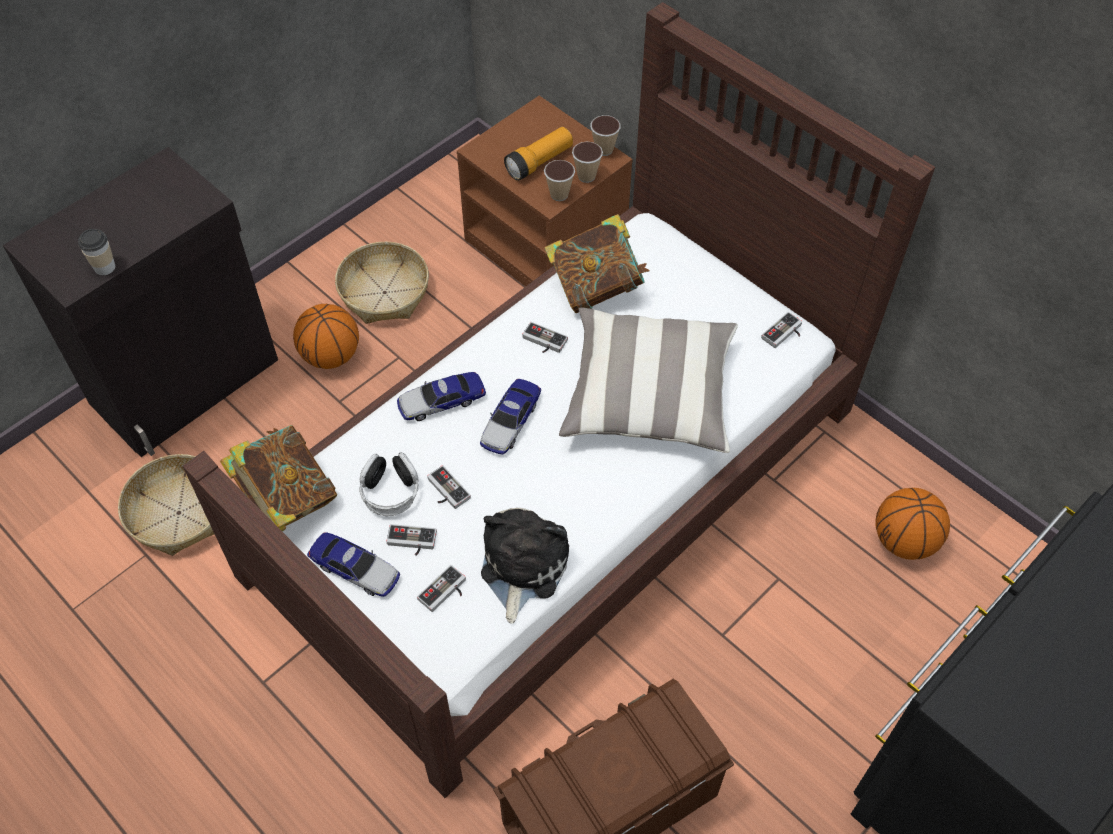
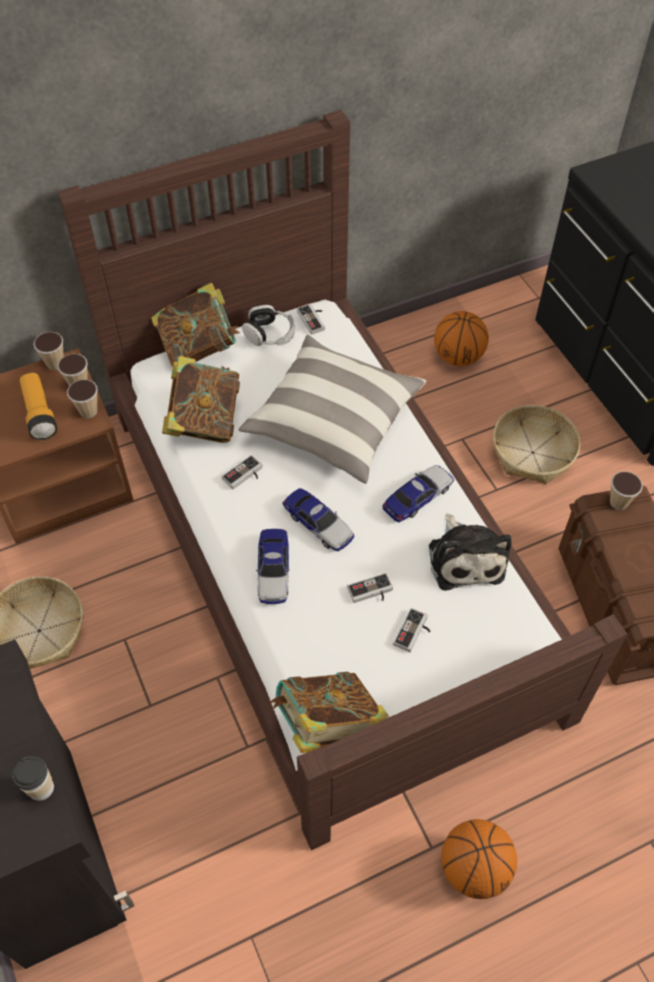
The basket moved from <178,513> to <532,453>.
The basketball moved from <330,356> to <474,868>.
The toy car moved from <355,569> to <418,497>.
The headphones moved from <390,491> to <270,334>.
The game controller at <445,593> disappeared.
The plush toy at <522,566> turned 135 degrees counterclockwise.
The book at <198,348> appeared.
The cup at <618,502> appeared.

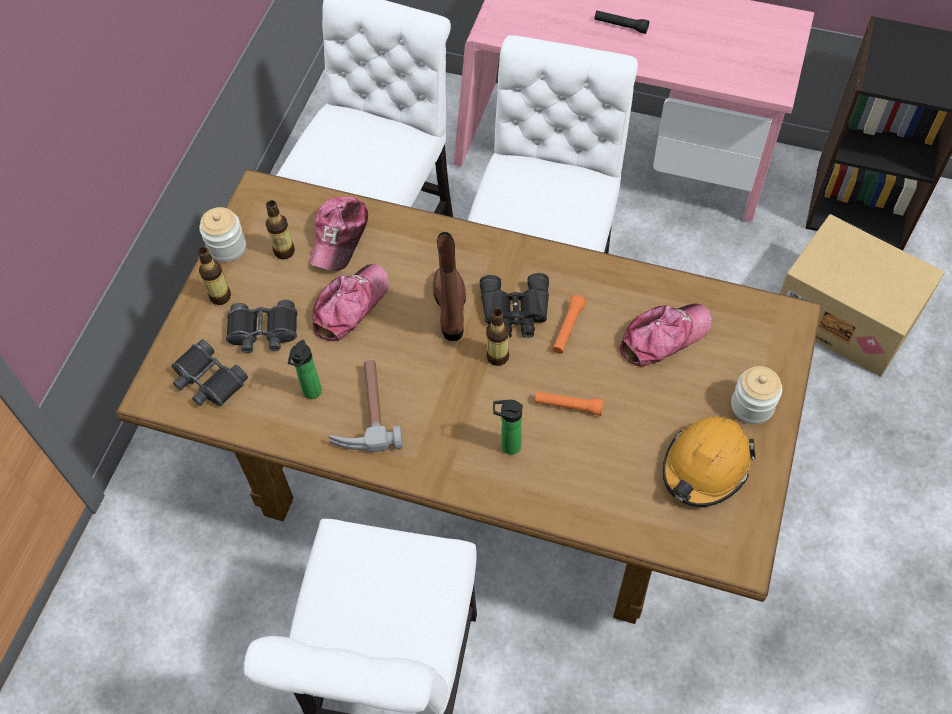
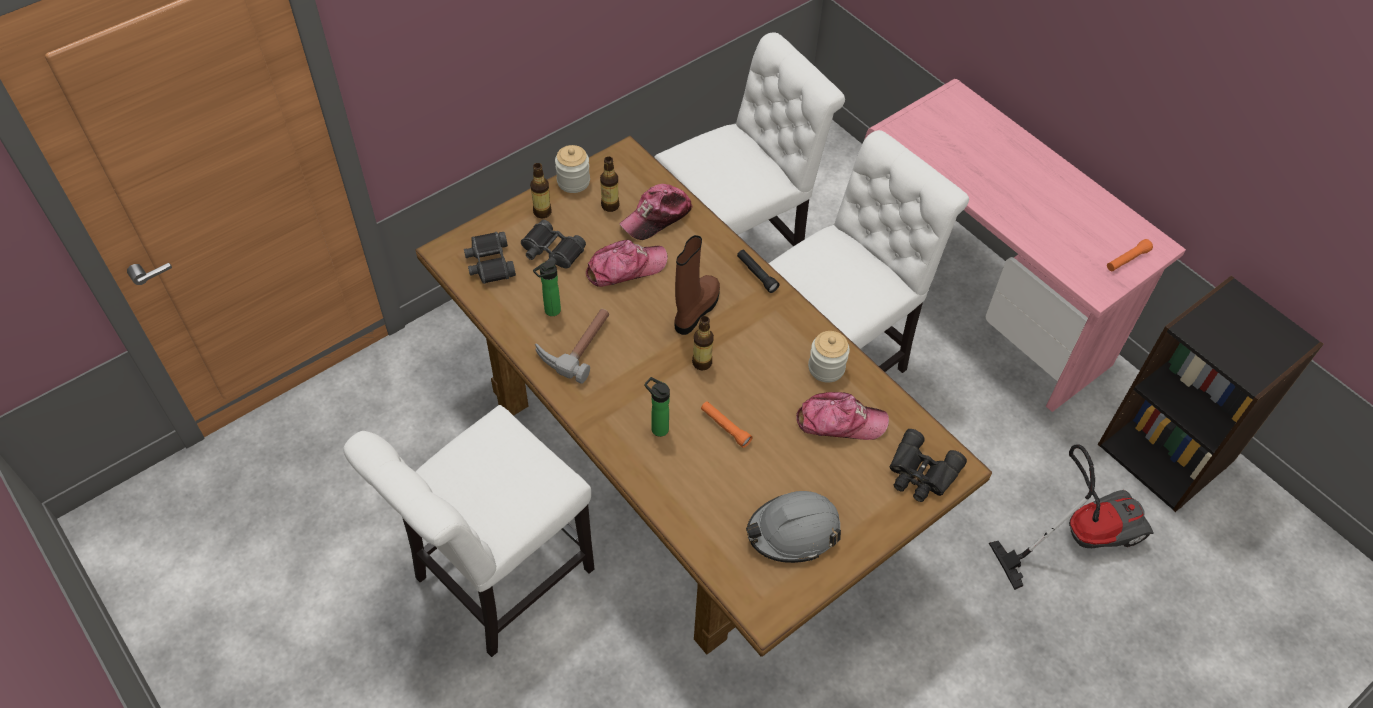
The black binoculars moved from <515,312> to <921,474>.
The orange flashlight moved from <567,328> to <1127,260>.
The black flashlight moved from <620,26> to <756,274>.
The orange hard hat at <705,466> became the grey hard hat at <793,531>.
The jar moved from <752,406> to <826,368>.
The cardboard box at <847,315> was replaced by the vacuum cleaner at <1078,534>.

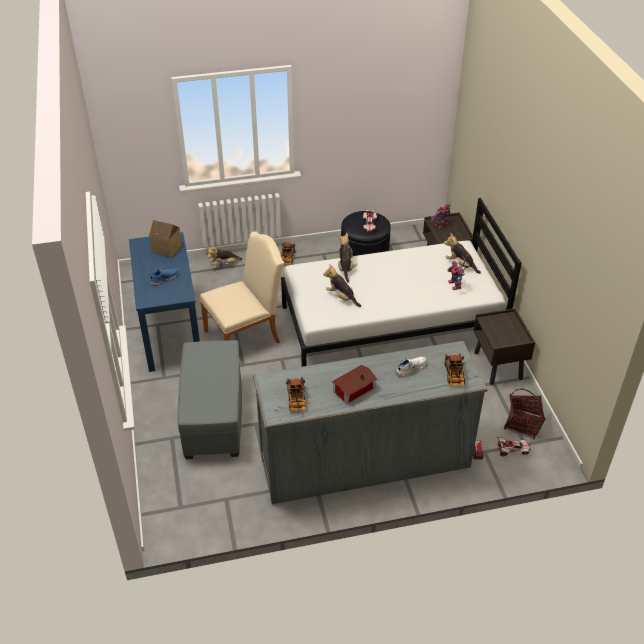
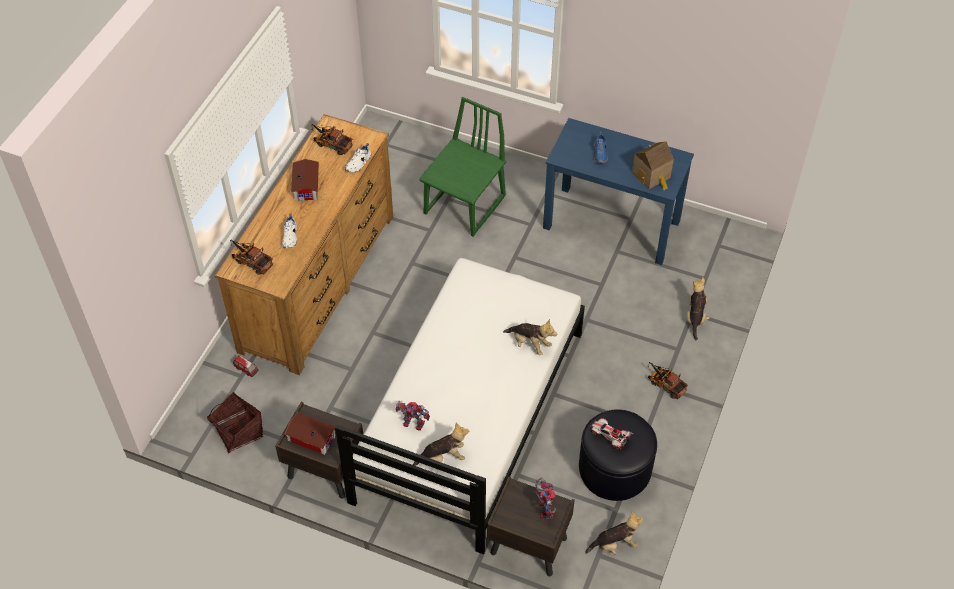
The grey ottoman at <213,416> was replaced by the green chair at <465,206>.
The beige chair at <246,334> disappeared.
The grey dresser at <364,460> became the brown dresser at <318,282>.
The plush toy moved from <341,297> to <615,544>.
The toy car at <512,450> disappeared.
The toy house at <311,436> appeared.
The white shoe at <359,164> appeared.

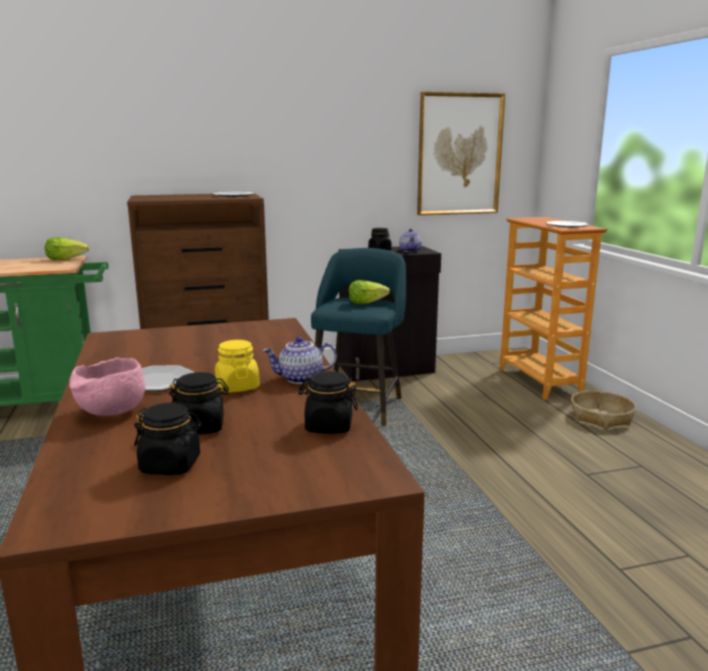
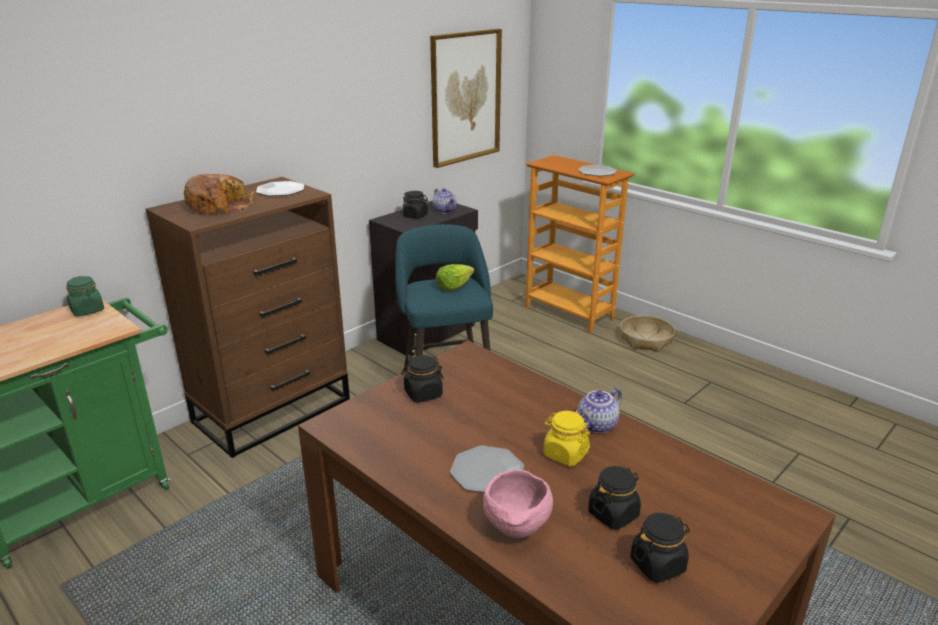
The lettuce at <66,259> was replaced by the green jar at <87,310>.
The black jar moved from <328,426> to <423,394>.
The bread at <219,206> appeared.

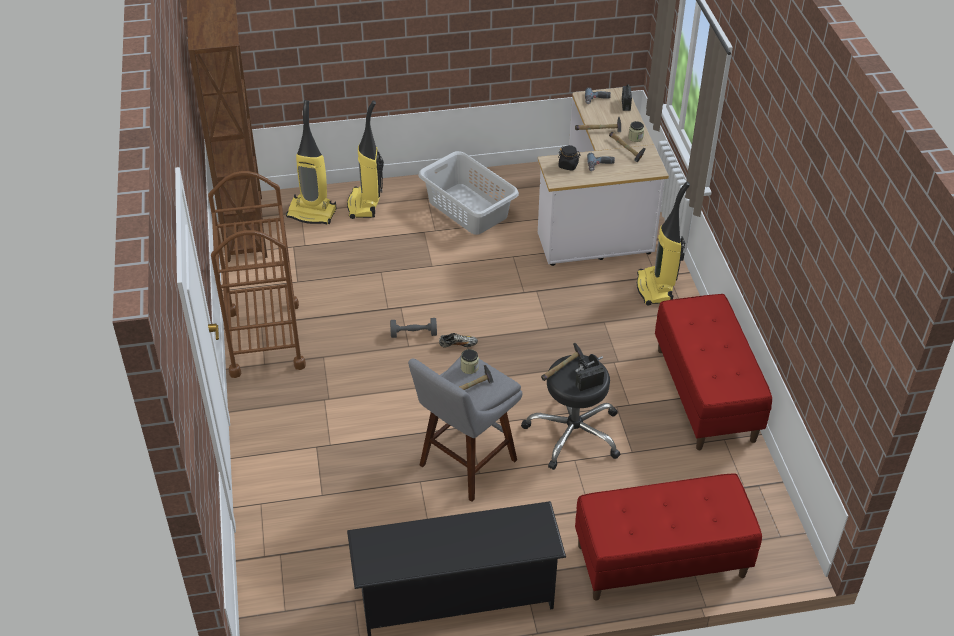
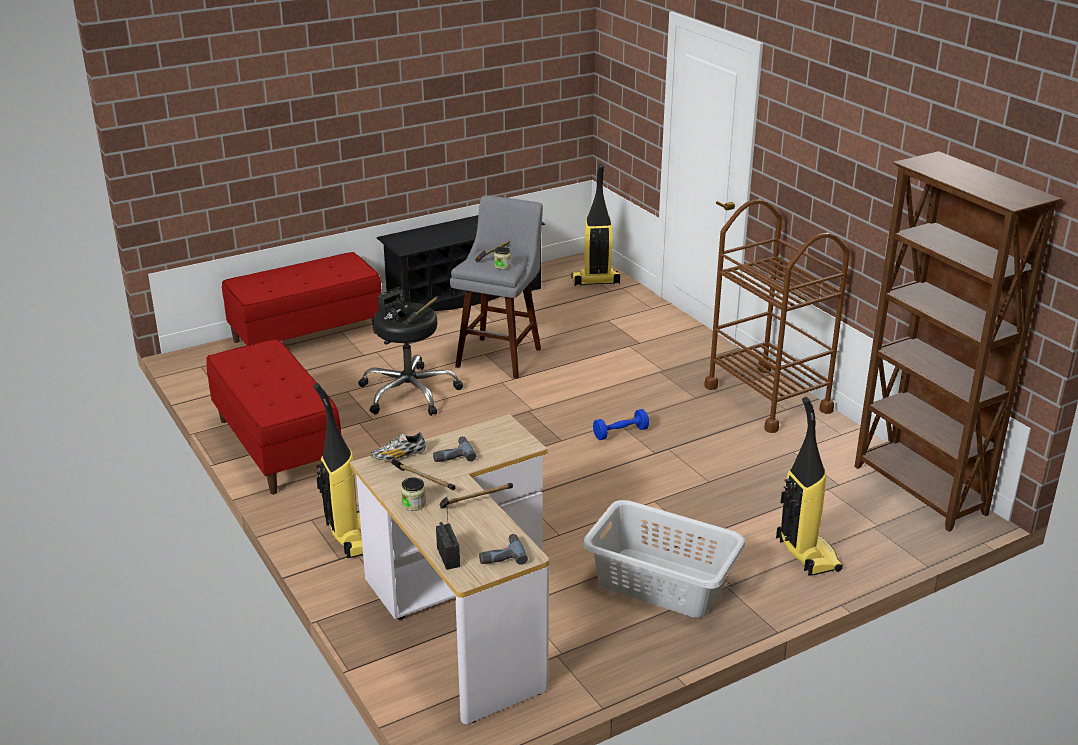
The vacuum cleaner moved from <312,213> to <595,281>.
The grey dumbbell at <413,334> became the blue dumbbell at <620,433>.
The shoe moved from <458,345> to <398,456>.
The black jar at <568,165> disappeared.

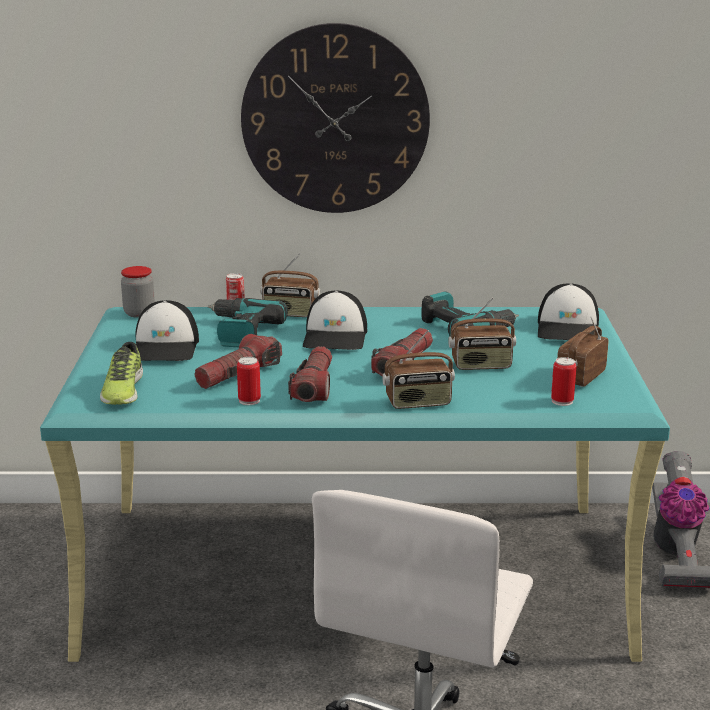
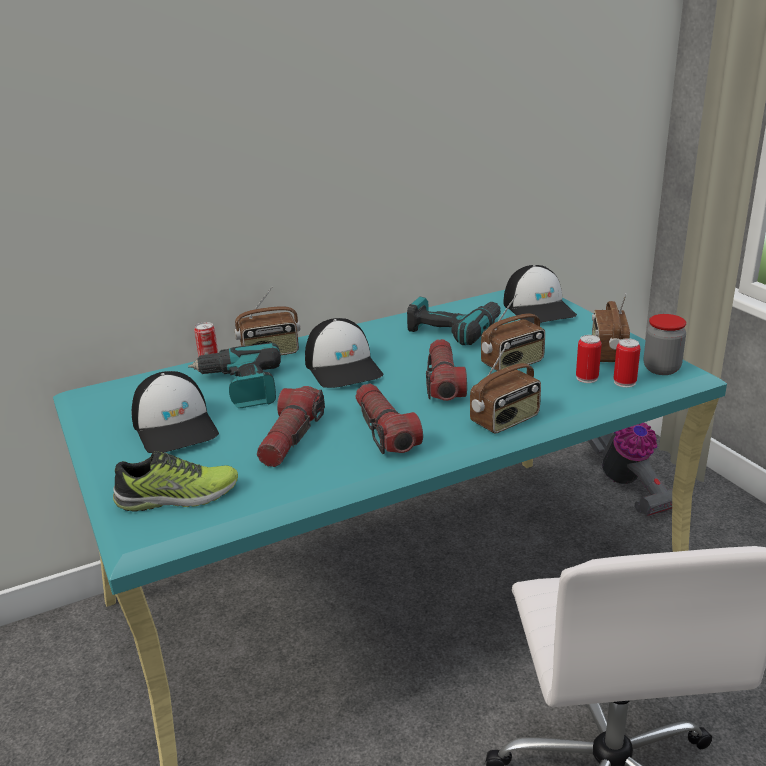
The shoe at <122,390> turned 75 degrees counterclockwise.
The jar moved from <139,313> to <661,369>.
The can moved from <249,400> to <587,378>.
The wall clock at <335,120> disappeared.

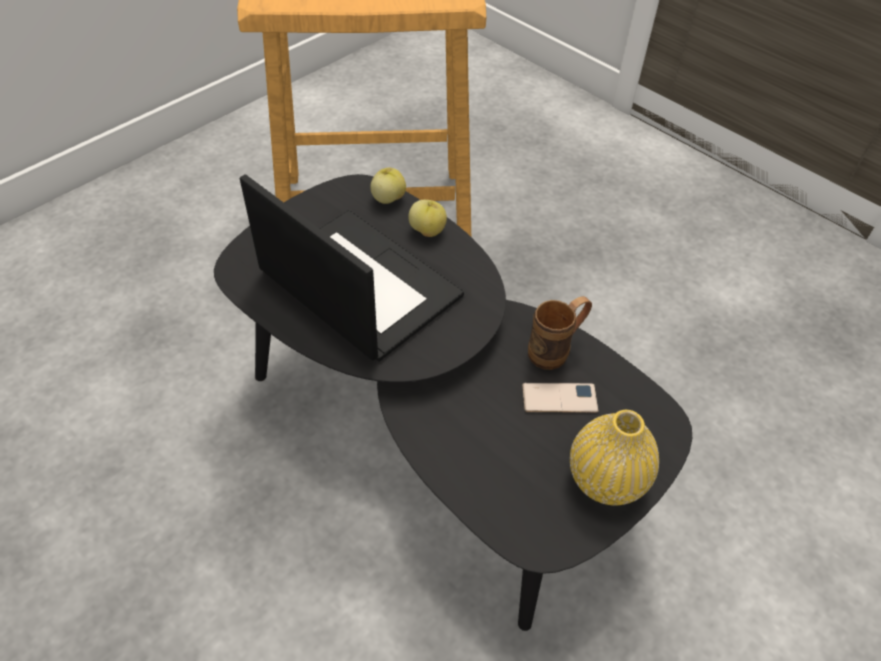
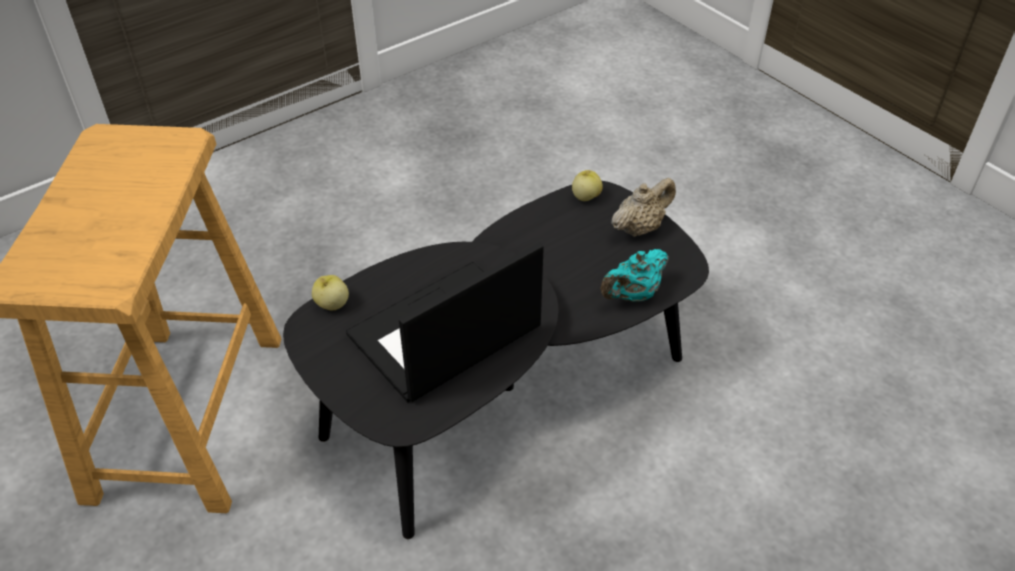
The apple moved from <427,230> to <585,197>.
The phone at <559,398> disappeared.
The brown mug at <556,350> disappeared.
The yellow vase at <606,479> was replaced by the beige teapot at <640,227>.
The turquoise teapot at <633,295> appeared.

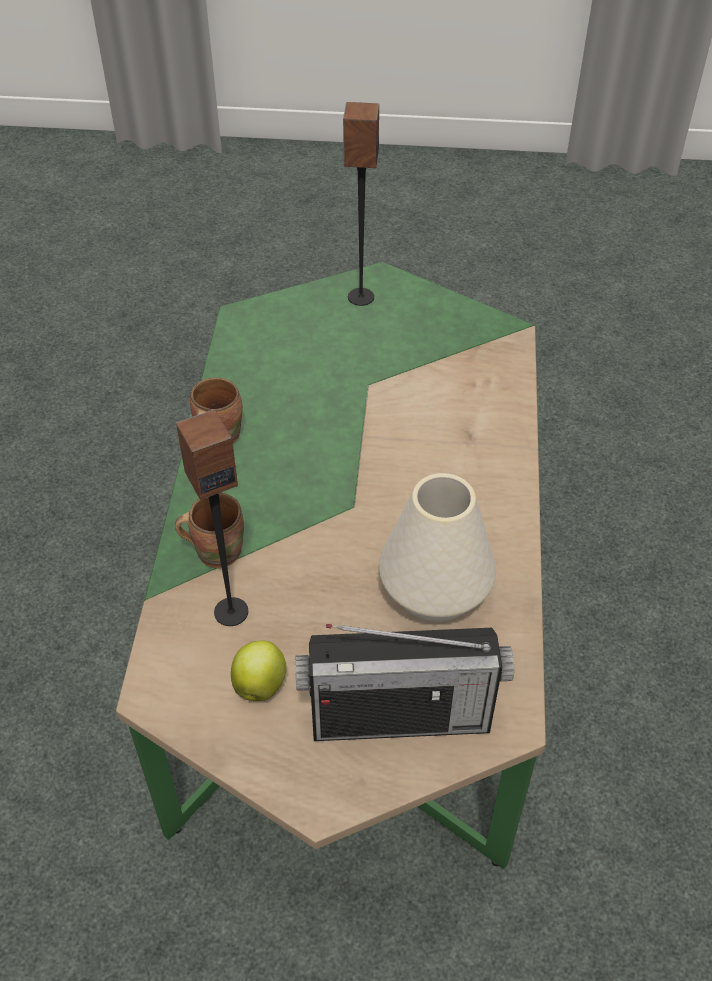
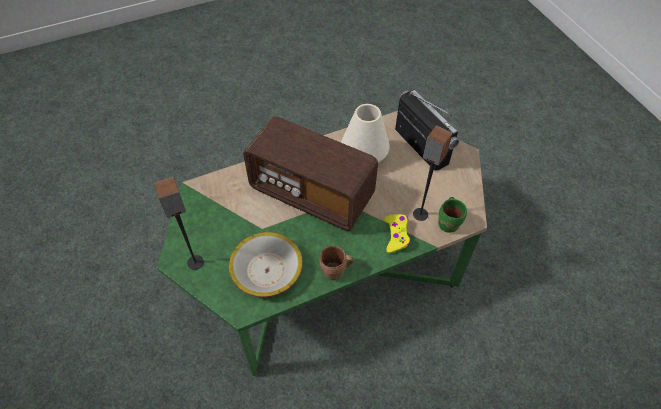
The brown mug at <217,550> was replaced by the yellow game controller at <396,235>.
The apple at <260,684> disappeared.
The bowl at <267,271> appeared.
The radio at <311,193> appeared.
The green mug at <449,223> appeared.

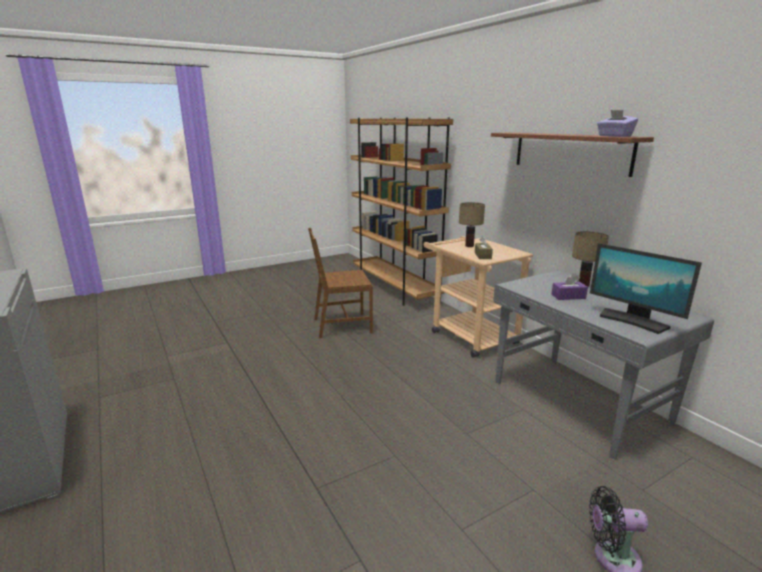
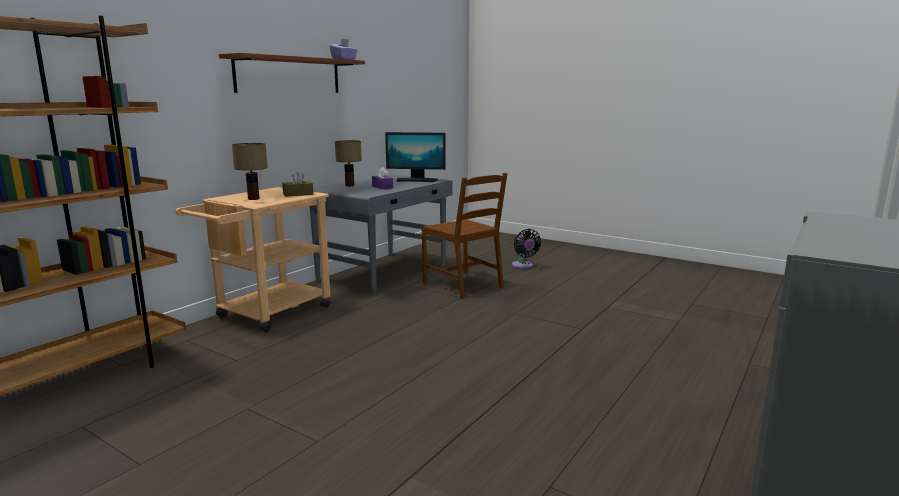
The brown chair moved from <341,325> to <464,285>.
The monitor at <633,321> turned 75 degrees clockwise.

